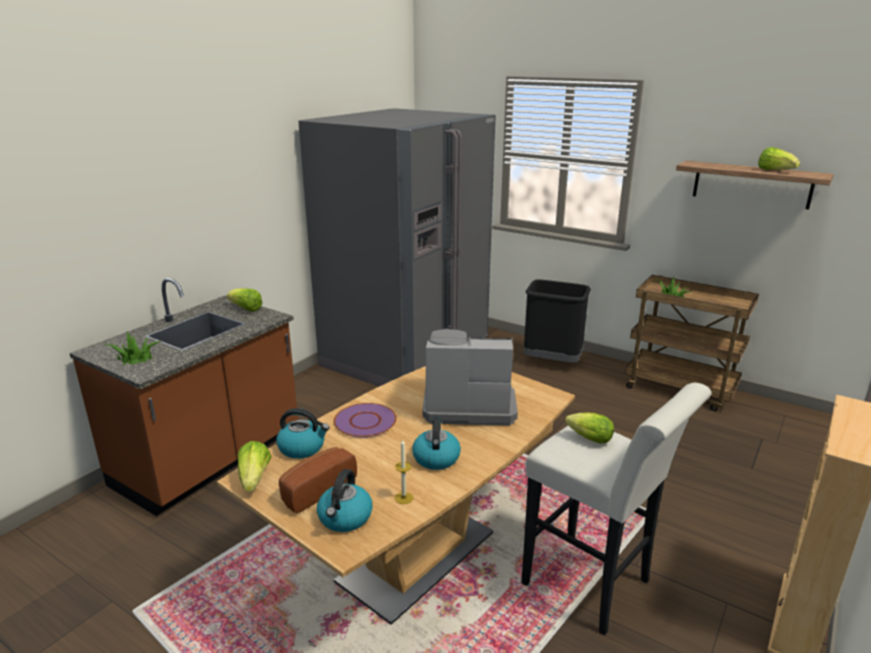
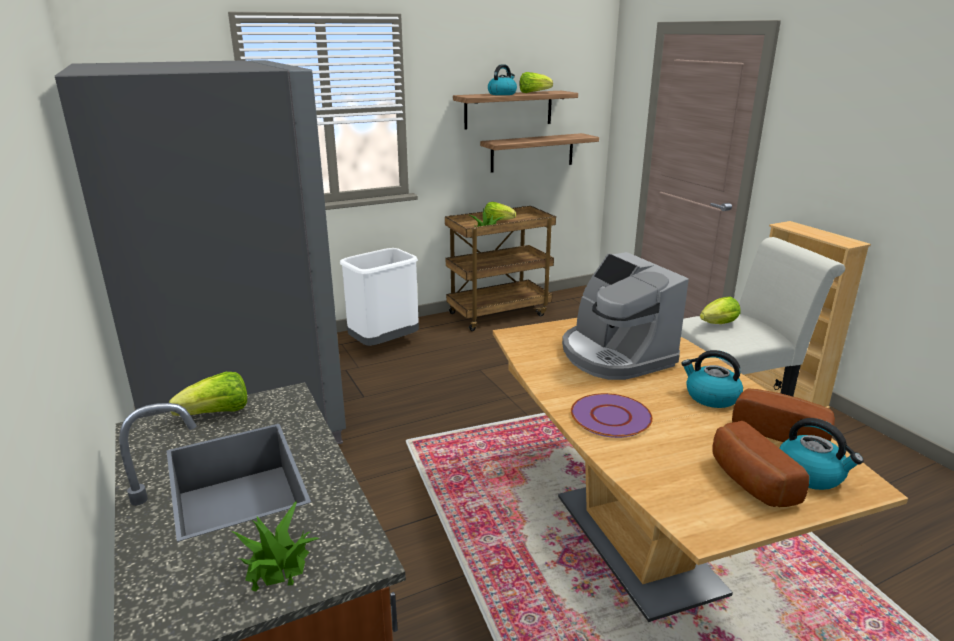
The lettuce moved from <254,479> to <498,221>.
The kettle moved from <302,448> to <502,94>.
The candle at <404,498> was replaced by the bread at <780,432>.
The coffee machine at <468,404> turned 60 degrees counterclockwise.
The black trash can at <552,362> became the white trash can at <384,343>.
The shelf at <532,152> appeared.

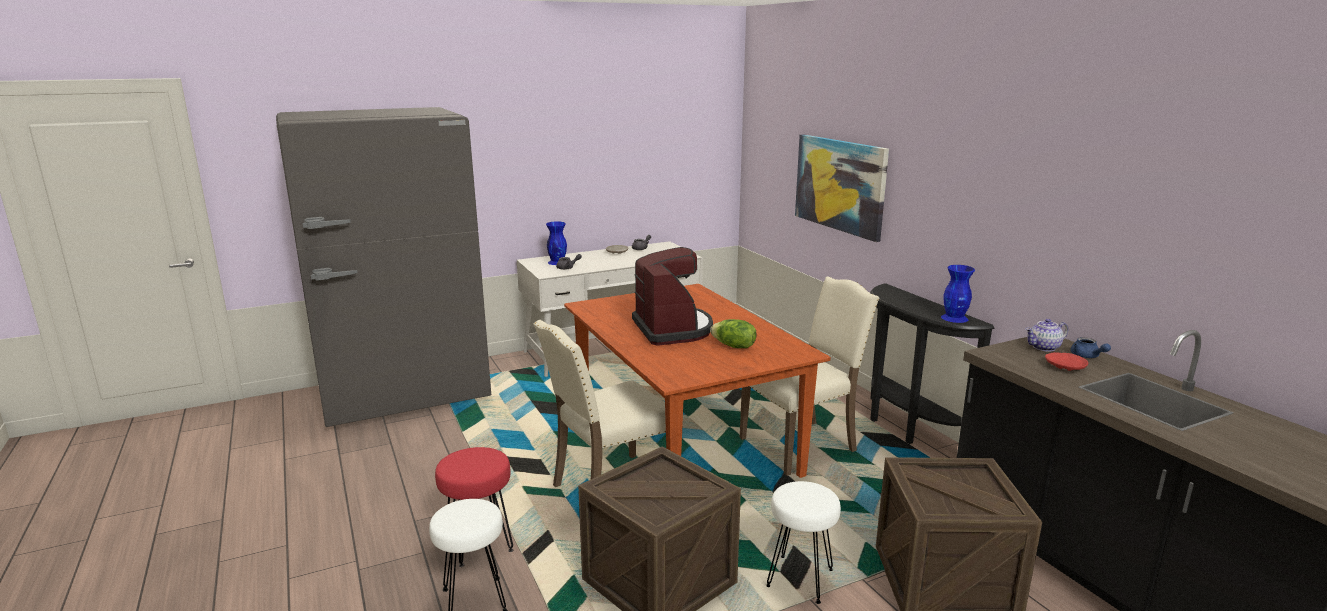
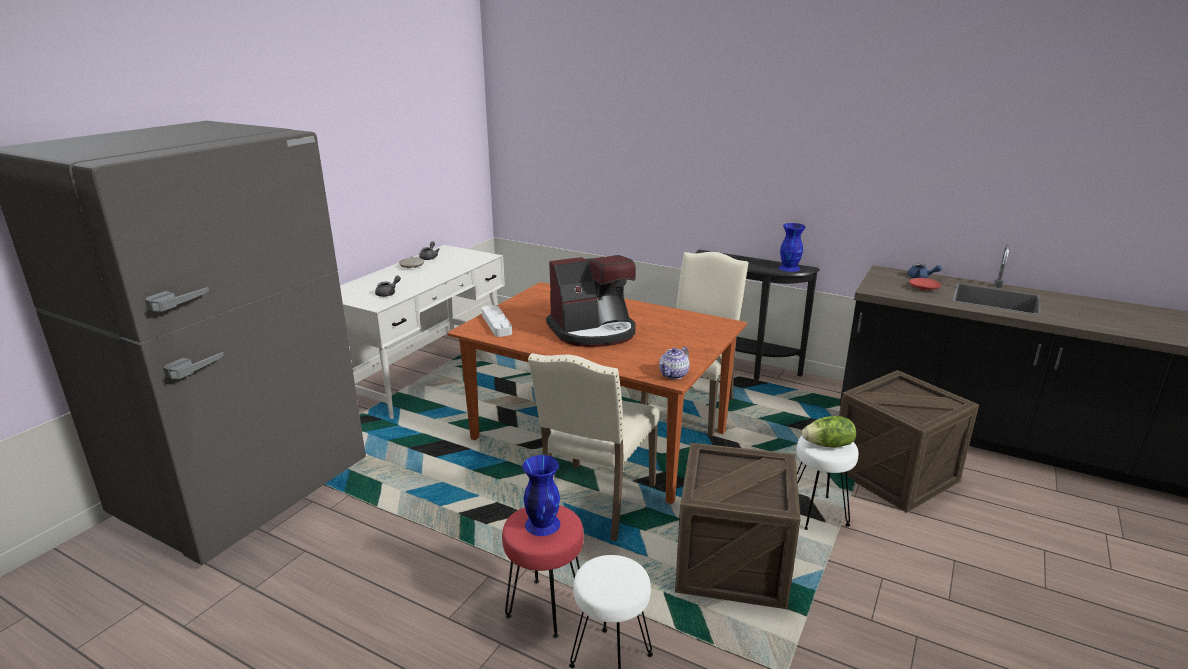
The blue vase moved from <557,262> to <542,524>.
The coffee machine at <673,329> turned 120 degrees clockwise.
The lettuce moved from <733,346> to <828,445>.
The picture at <840,185> disappeared.
The teapot moved from <1044,347> to <674,375>.
The grey tray at <496,324> appeared.

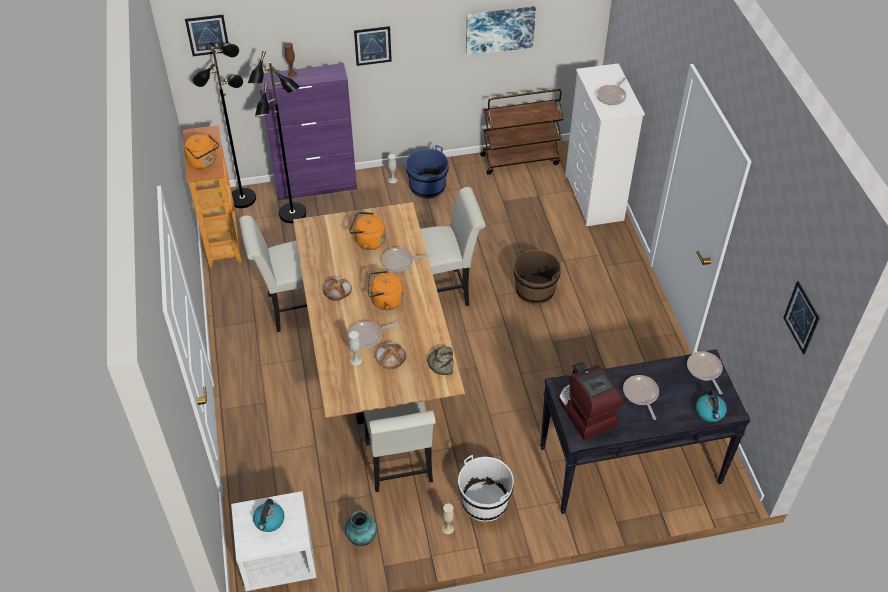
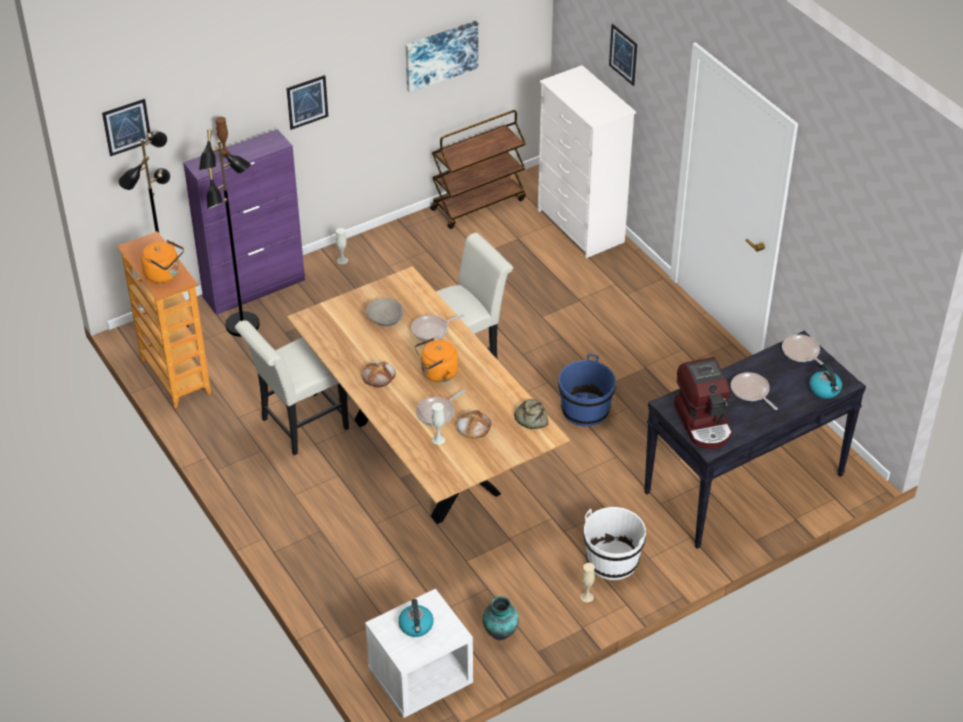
The orange kettle at <368,241> was replaced by the grey bowl at <385,318>.
The white chair at <400,467> disappeared.
The blue bucket moved from <427,187> to <585,410>.
The brown bucket at <535,290> disappeared.
The coffee machine at <585,412> turned 150 degrees counterclockwise.
The frying pan at <612,96> disappeared.
The picture moved from <801,317> to <623,54>.

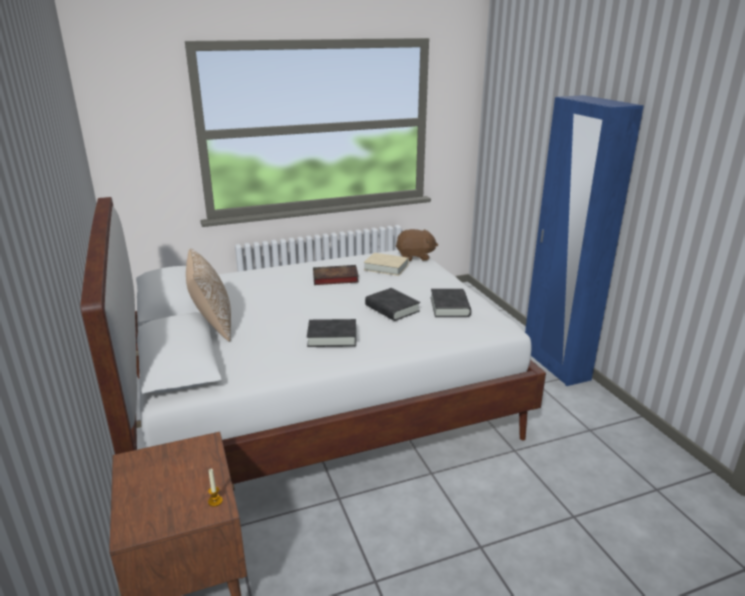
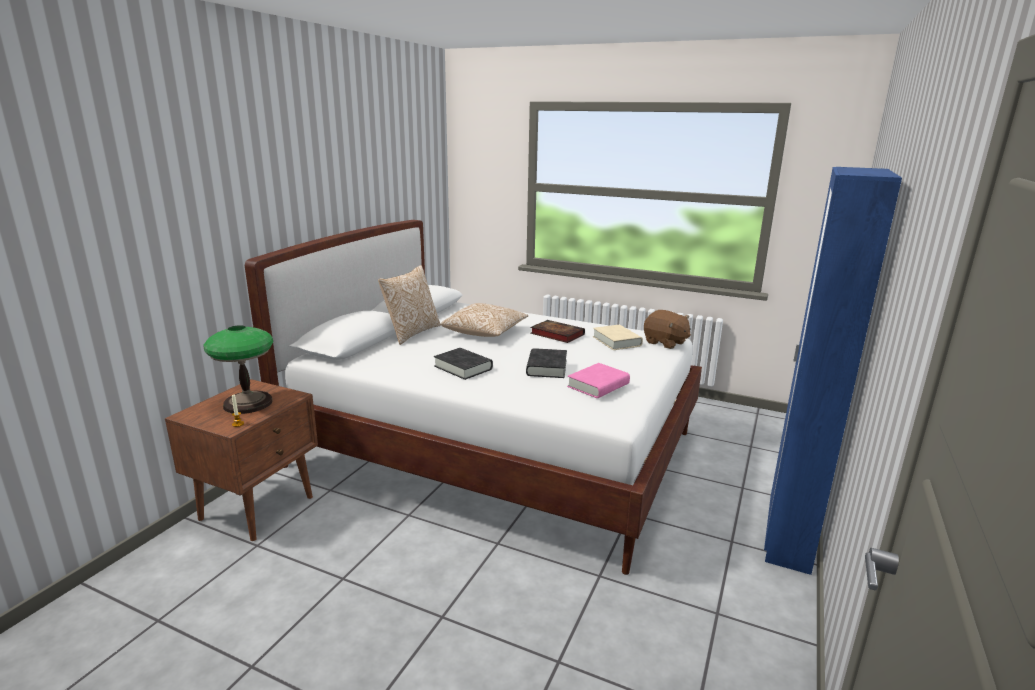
The black book at <450,307> became the pink book at <598,385>.
The table lamp at <247,403> appeared.
The pillow at <485,333> appeared.

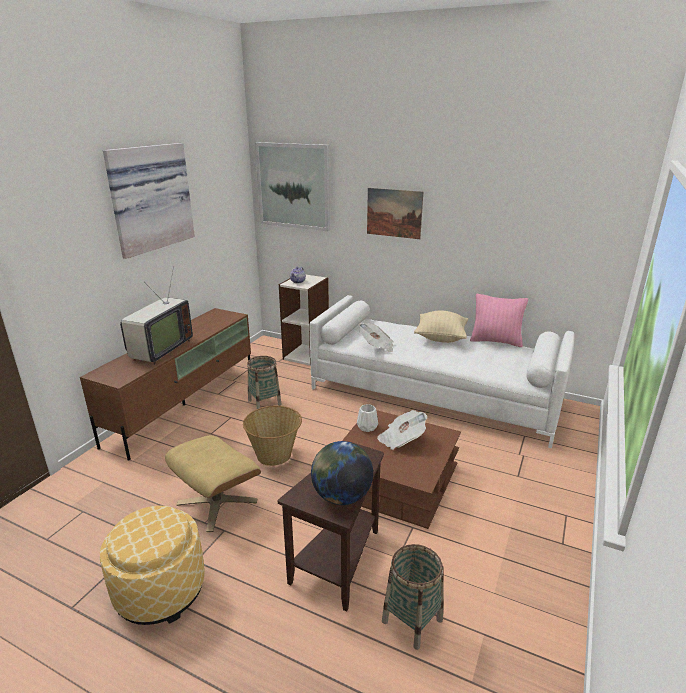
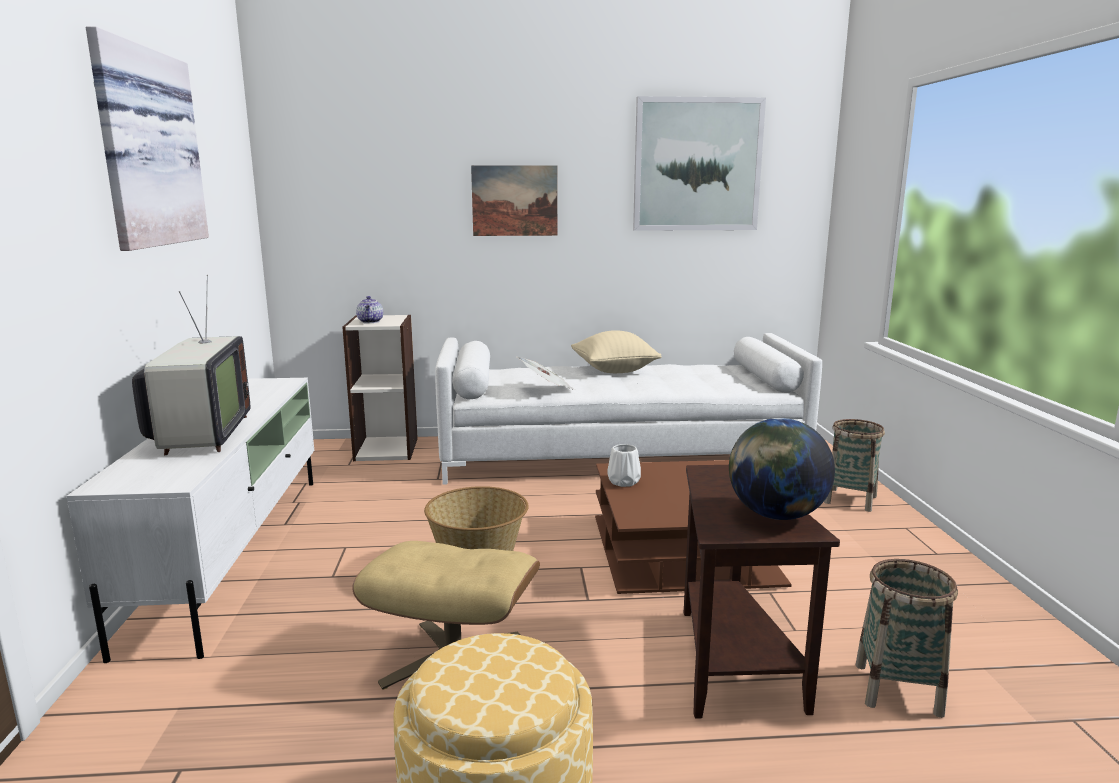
The brown tv stand at <185,404> became the white tv stand at <234,551>.
The basket moved from <264,402> to <850,499>.
The picture moved from <293,186> to <697,165>.
The newspaper at <401,440> disappeared.
The pink pillow at <495,341> disappeared.

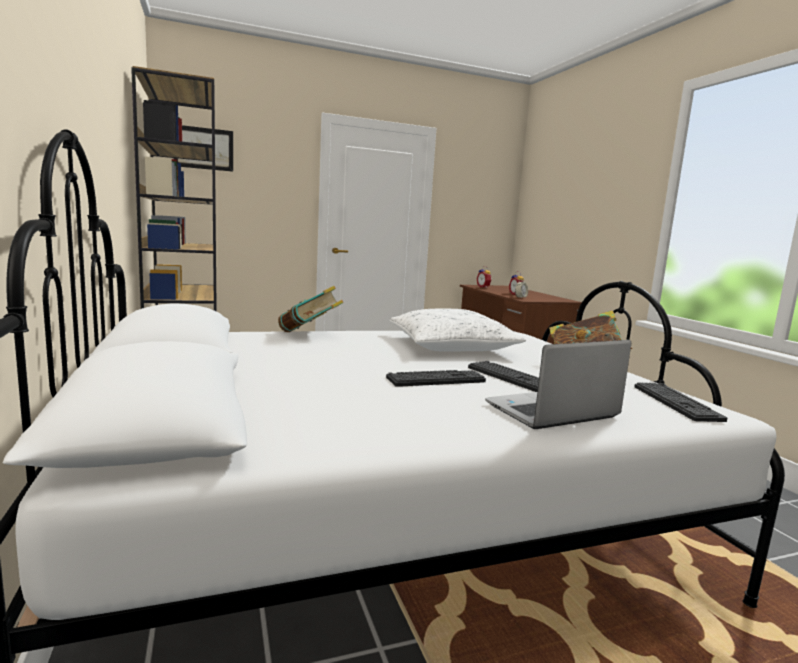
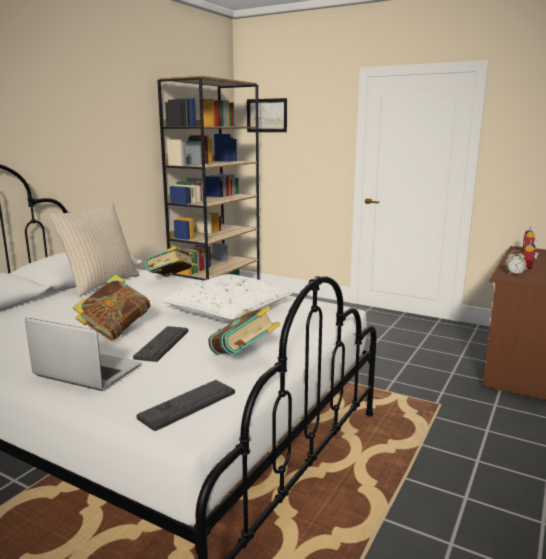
The keyboard at <436,379> was replaced by the book at <115,330>.
The beige pillow at <100,283> appeared.

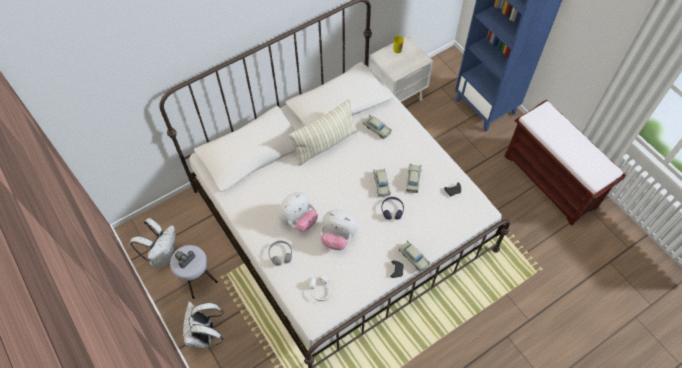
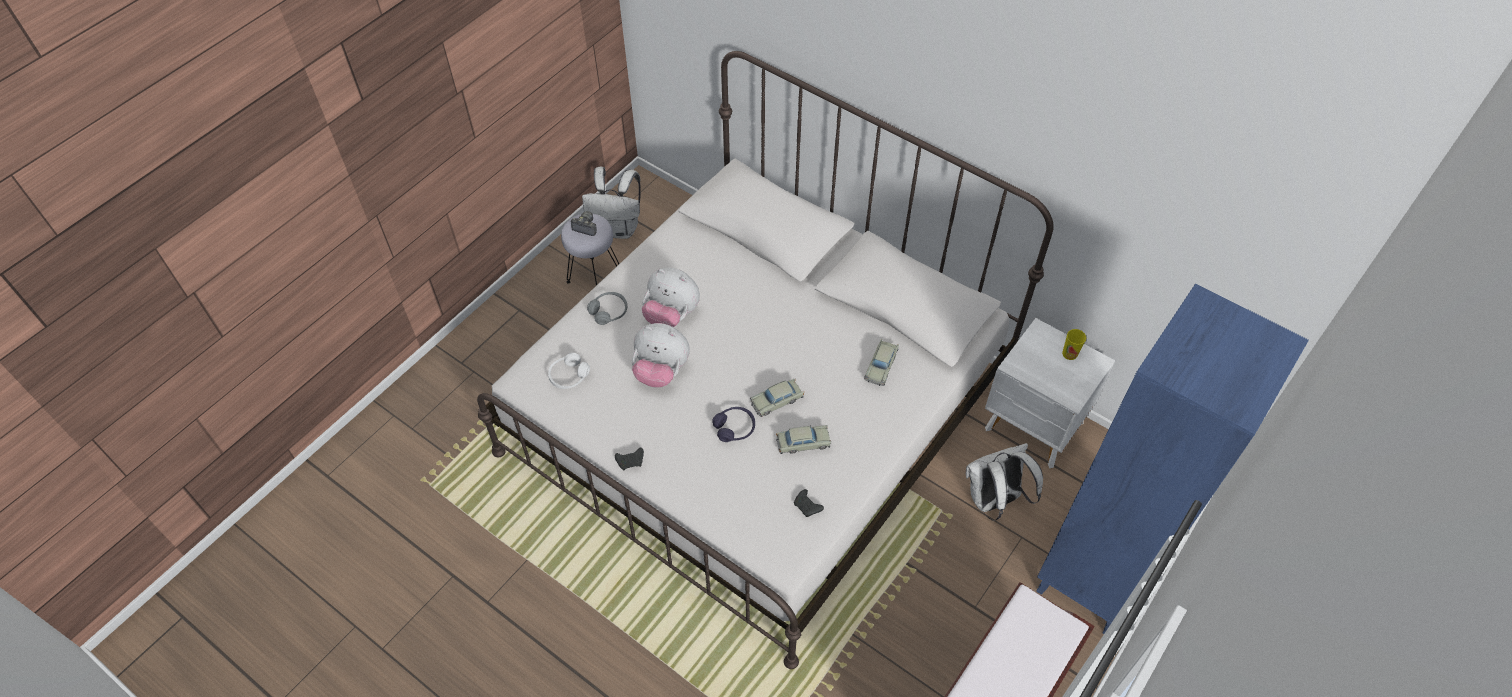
The white backpack moved from <206,335> to <993,500>.
The pillow at <325,144> disappeared.
The plush toy at <338,237> turned 75 degrees counterclockwise.
The beige toy car at <413,257> disappeared.

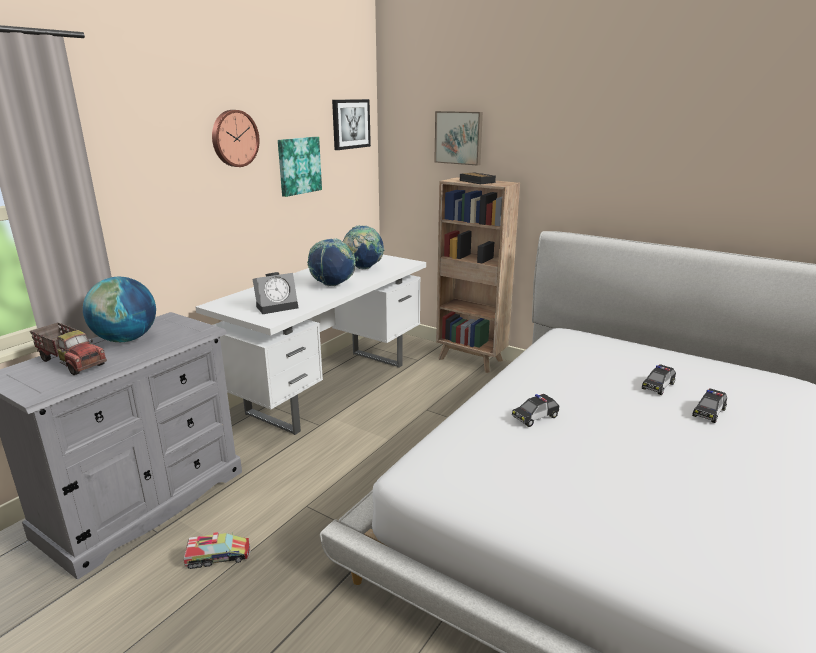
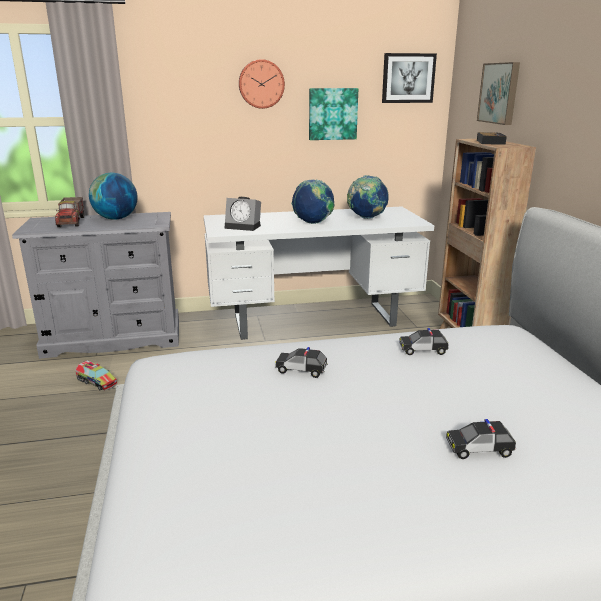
The toy car moved from <658,386> to <423,350>.

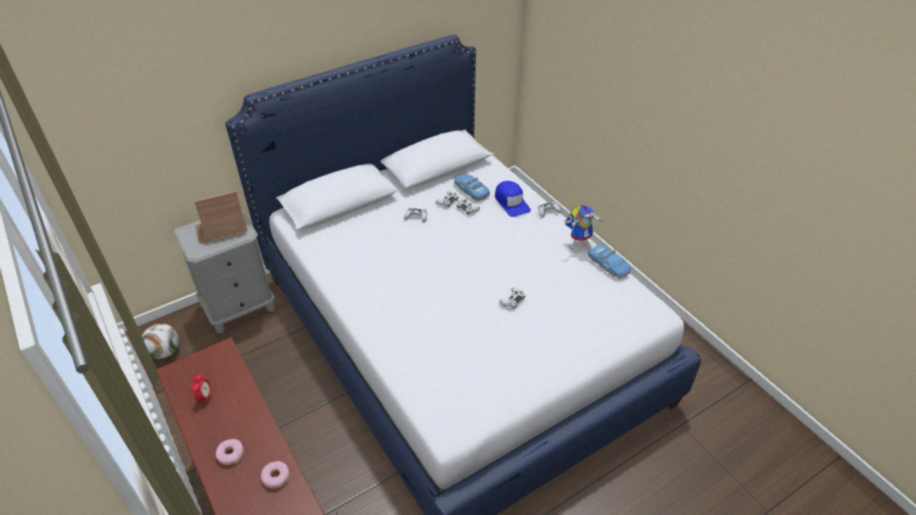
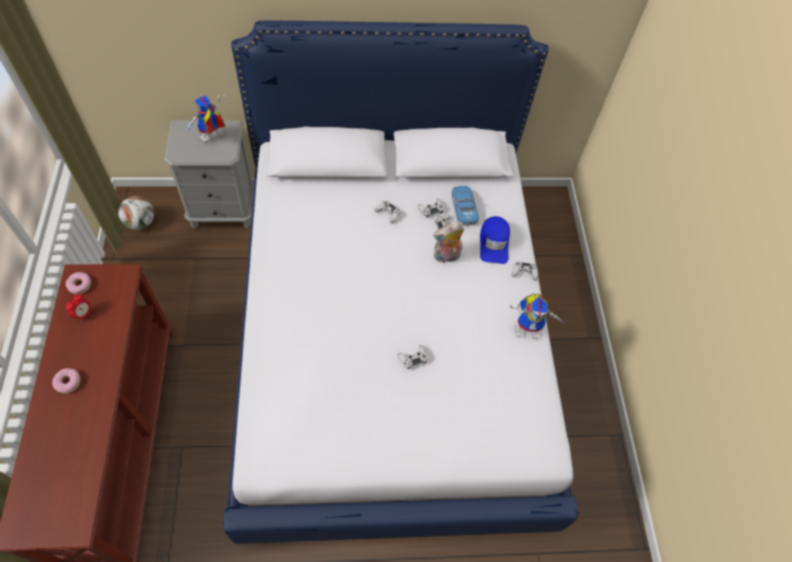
The toy house at <222,229> was replaced by the toy robot at <211,139>.
The donut moved from <276,477> to <79,285>.
The toy car at <608,265> disappeared.
The plush toy at <446,257> appeared.

